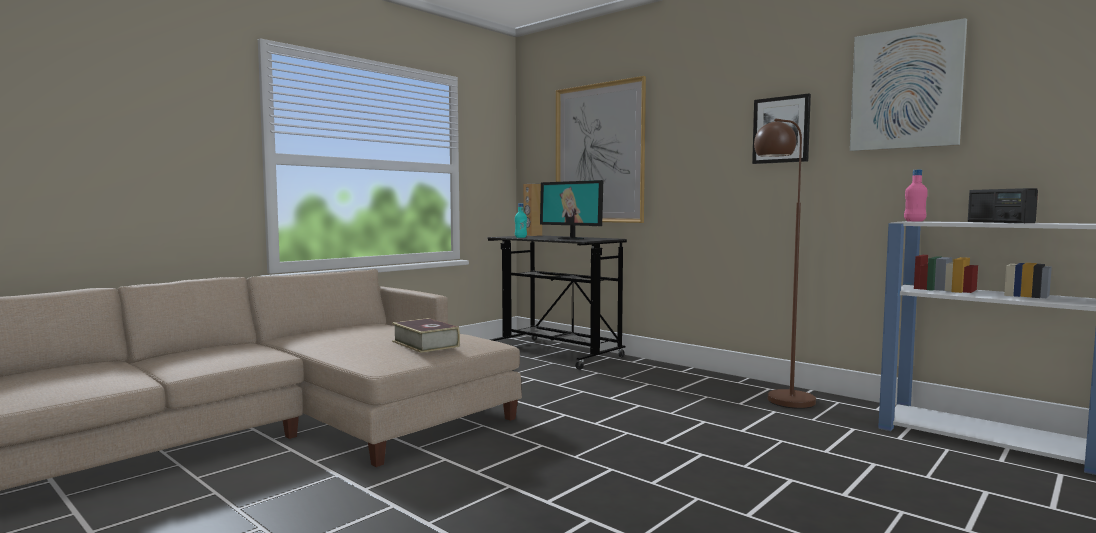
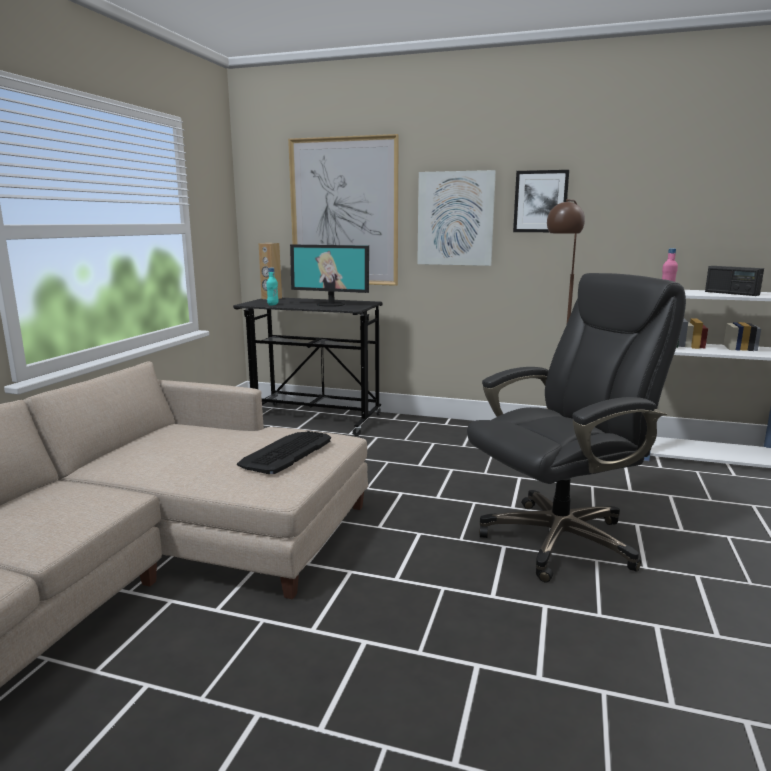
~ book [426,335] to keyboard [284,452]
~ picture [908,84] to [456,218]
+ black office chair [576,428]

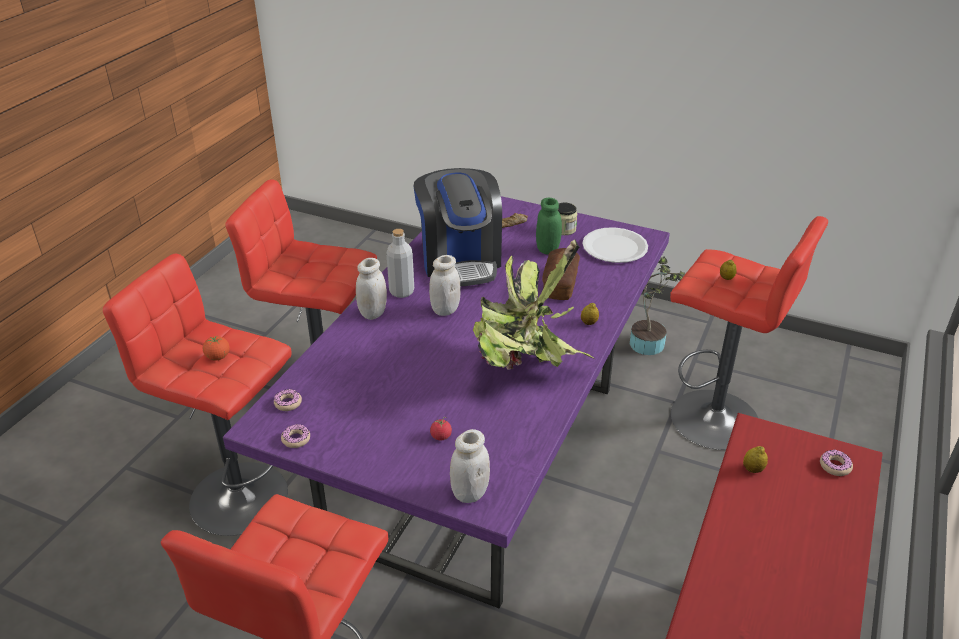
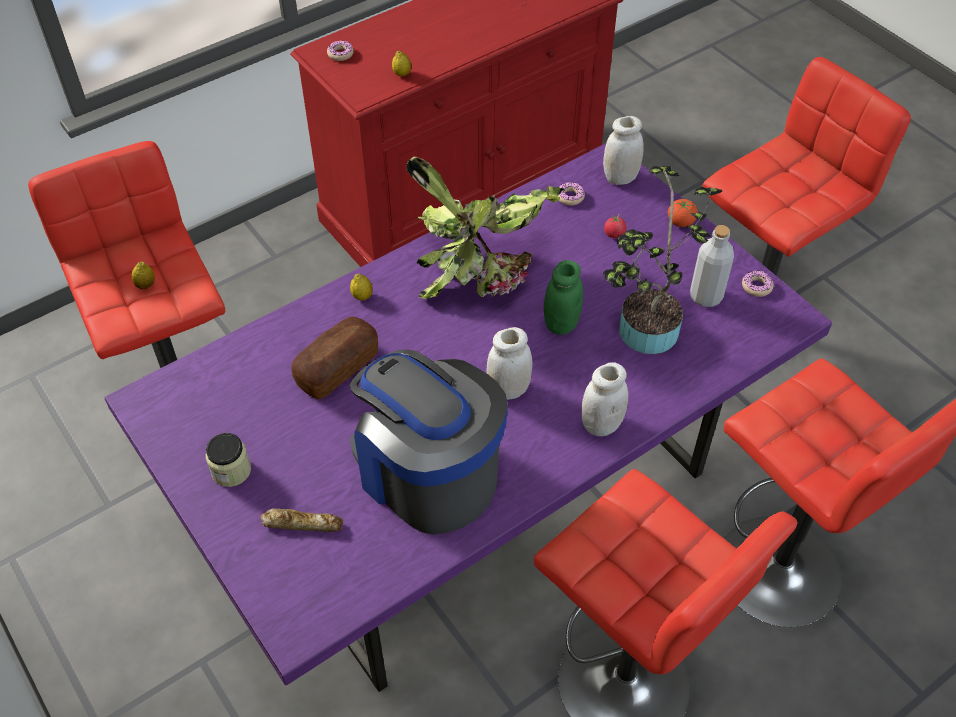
~ tomato [216,348] to [683,213]
~ donut [288,400] to [571,194]
~ grey bottle [400,263] to [712,266]
~ coffee machine [457,227] = [428,442] 60 degrees counterclockwise
~ green jar [549,226] to [563,297]
- white plate [615,245]
~ potted plant [657,306] to [662,260]

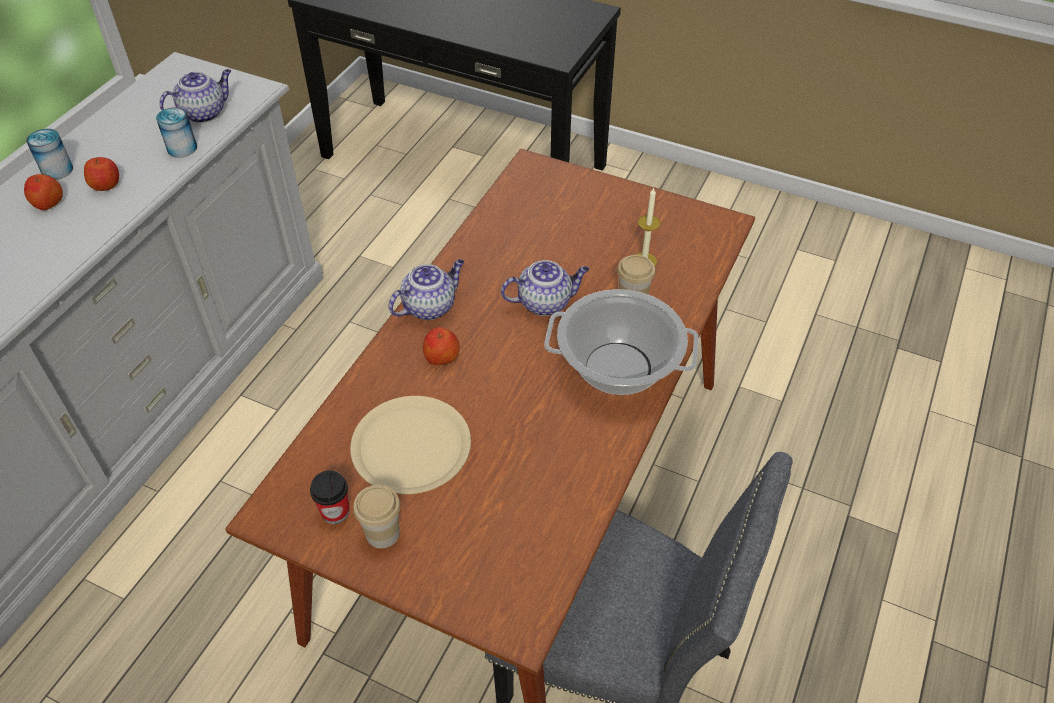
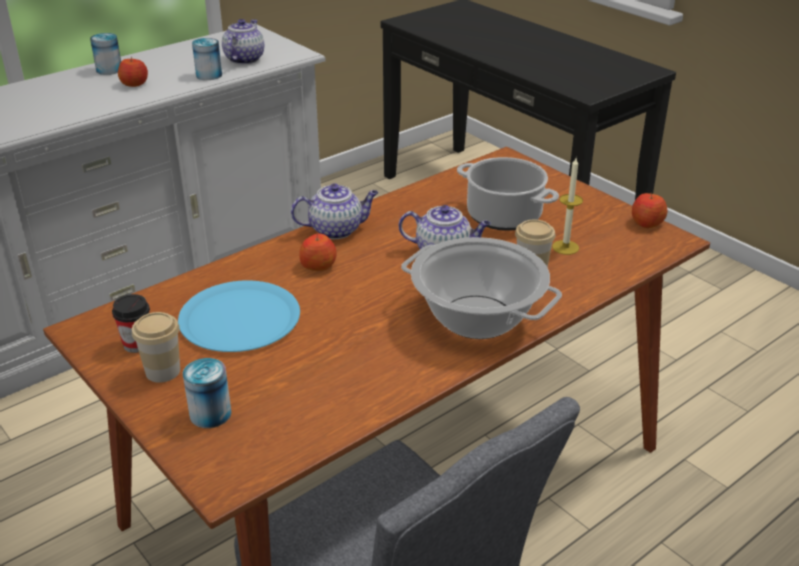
~ apple [43,192] to [649,210]
~ teapot [195,96] = [243,42] 60 degrees counterclockwise
~ beige plate [410,445] to blue plate [239,316]
+ can [207,393]
+ cooking pot [508,194]

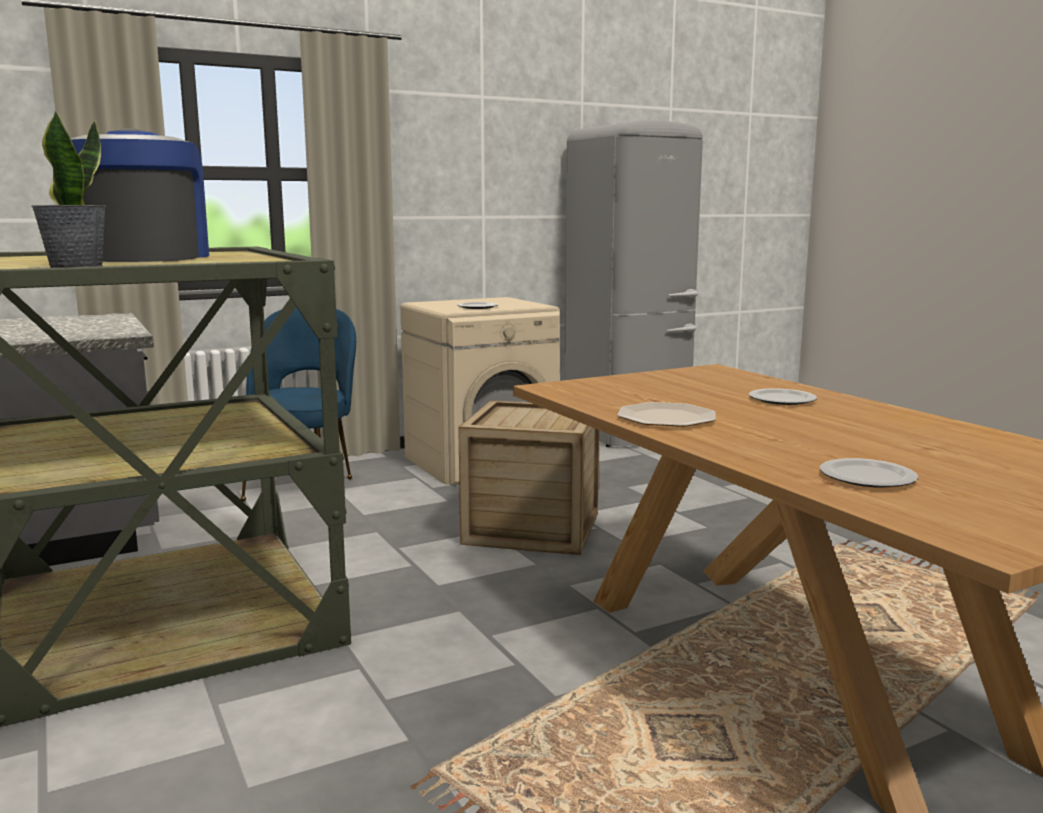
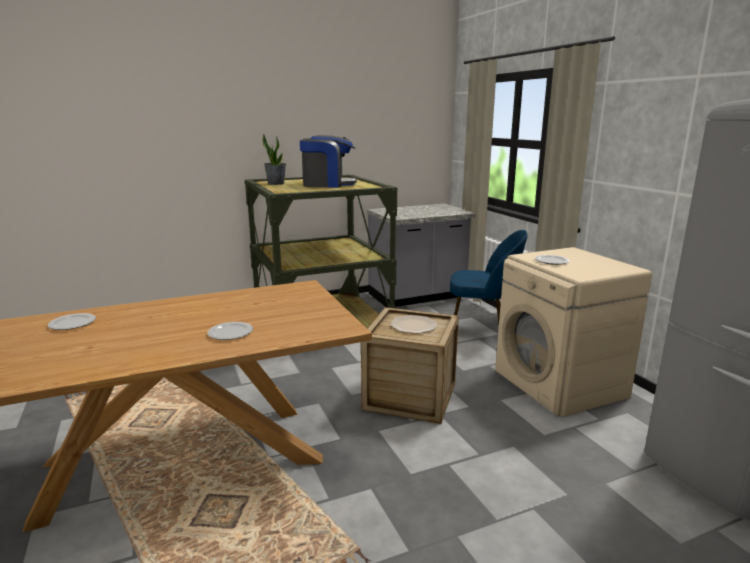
~ plate [667,414] to [413,324]

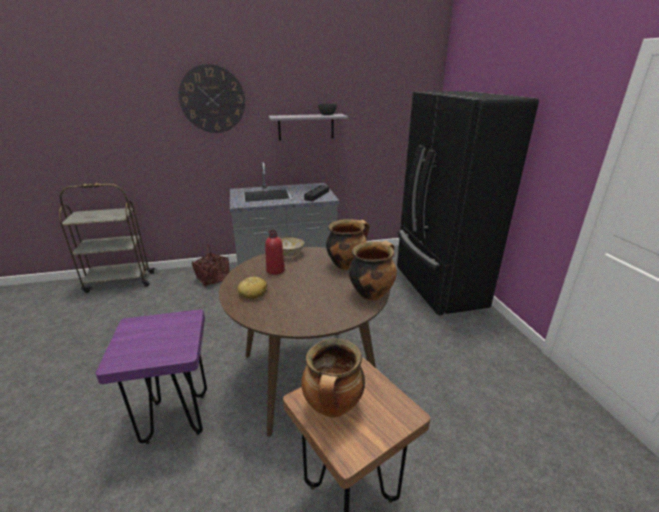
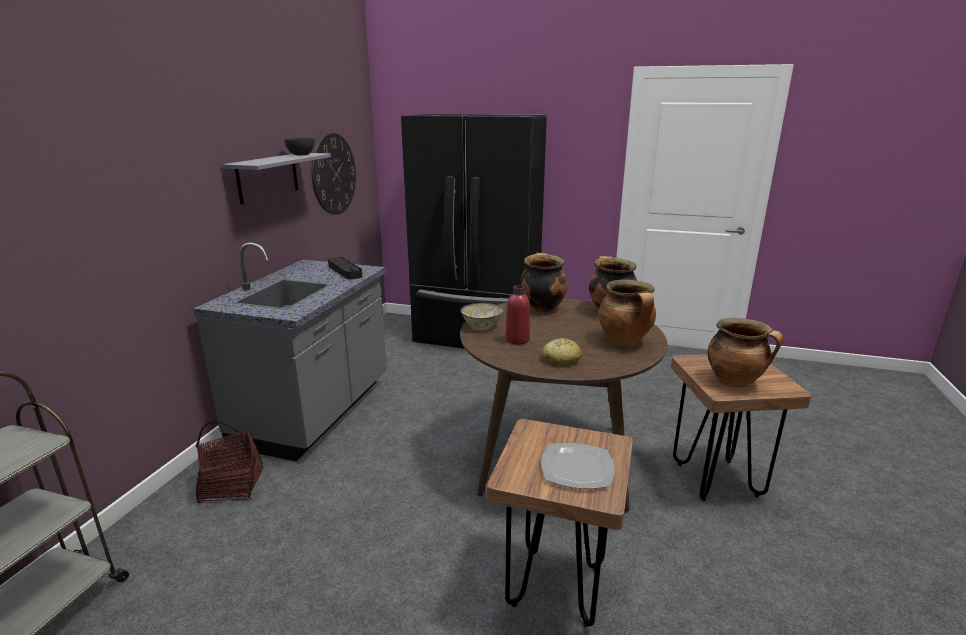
~ purple stool [151,376] to brown stool [560,523]
~ wall clock [212,98] to [333,174]
+ plate [578,466]
+ cooking pot [627,312]

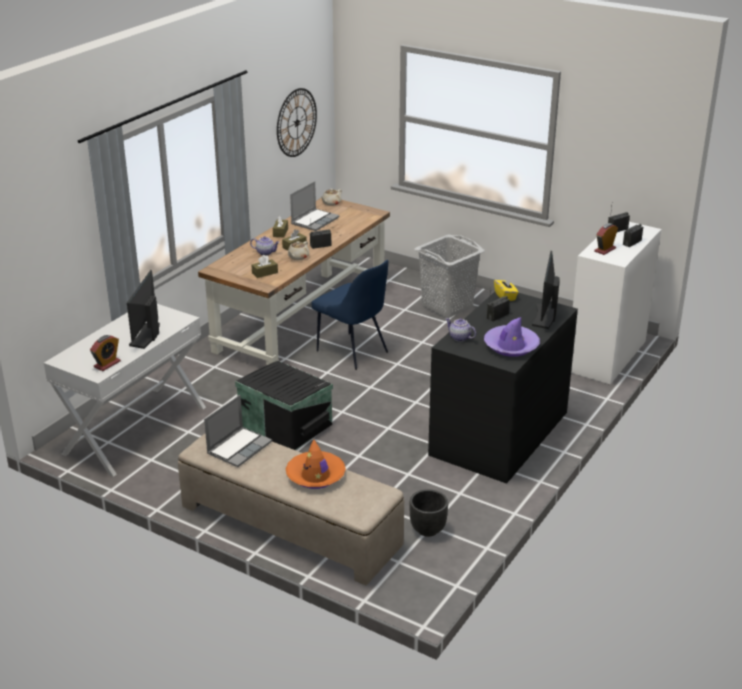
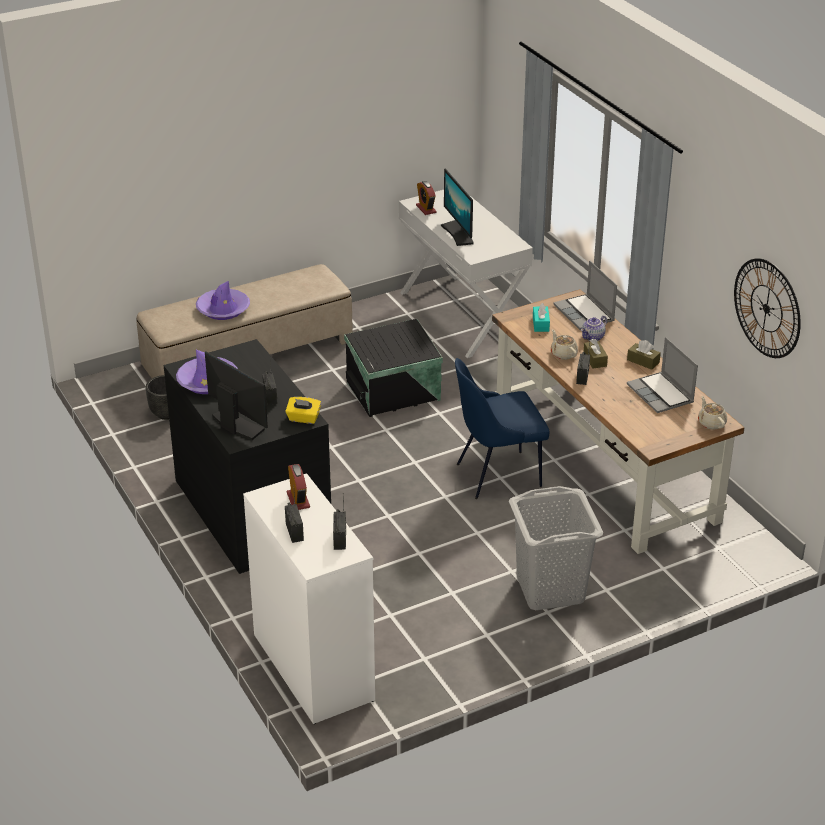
~ monitor [143,309] = [457,207] 150 degrees counterclockwise
~ laptop [238,431] to [585,295]
~ brown tissue box [265,266] to turquoise tissue box [541,317]
~ orange hat [316,464] to purple hat [223,300]
- teapot [460,330]

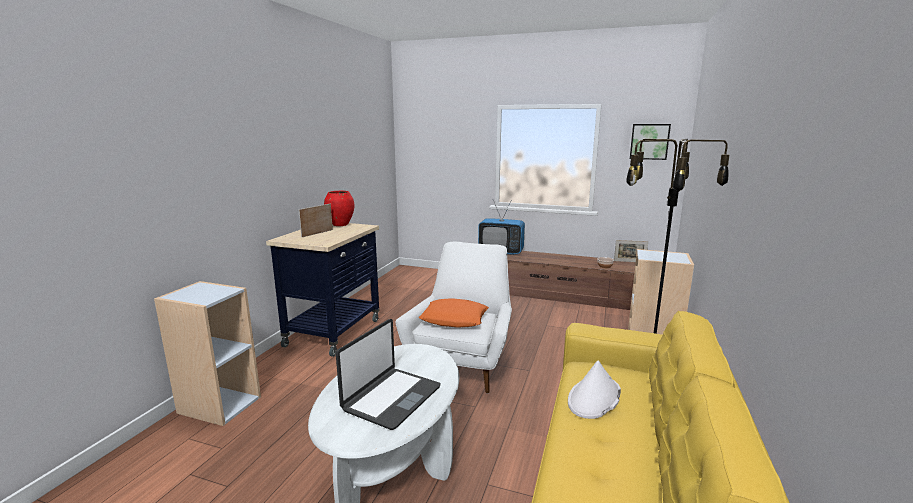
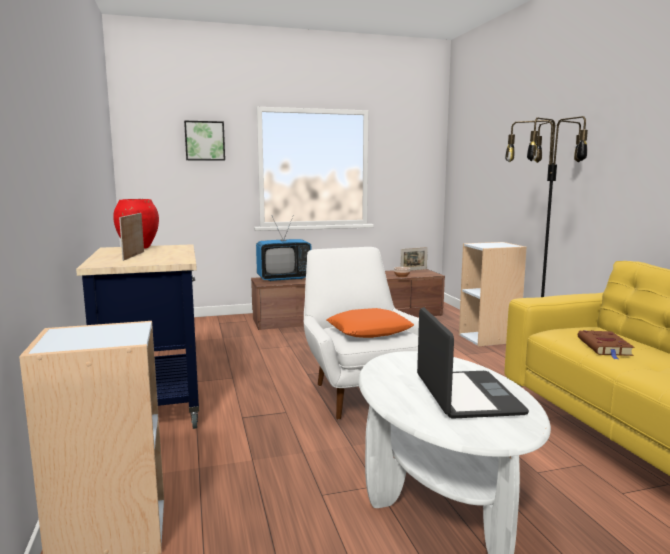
~ white hat [594,389] to brown book [606,344]
~ picture [650,142] to [204,141]

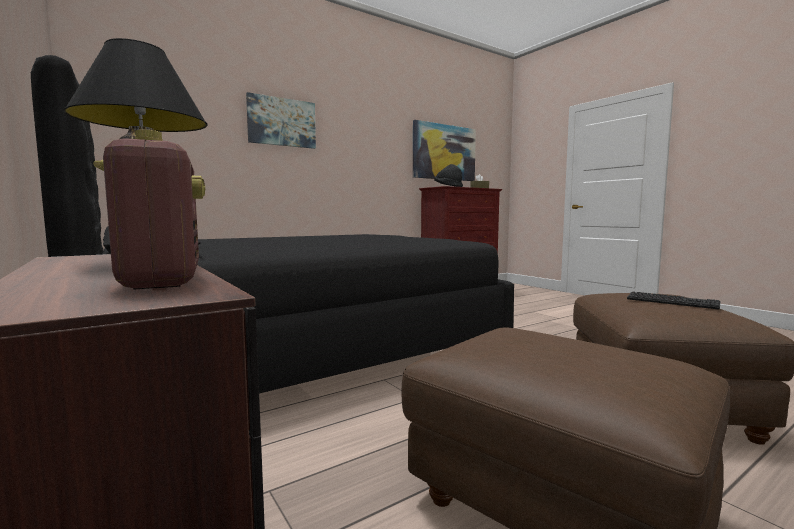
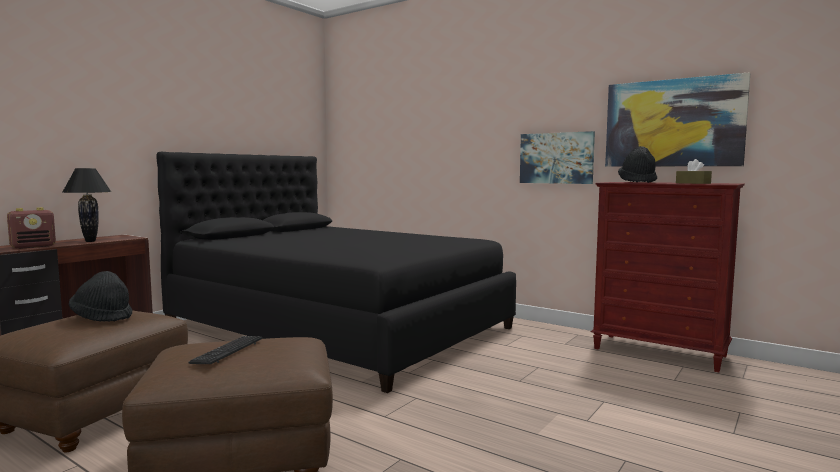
~ picture [281,120] to [557,157]
+ black hat [101,296]

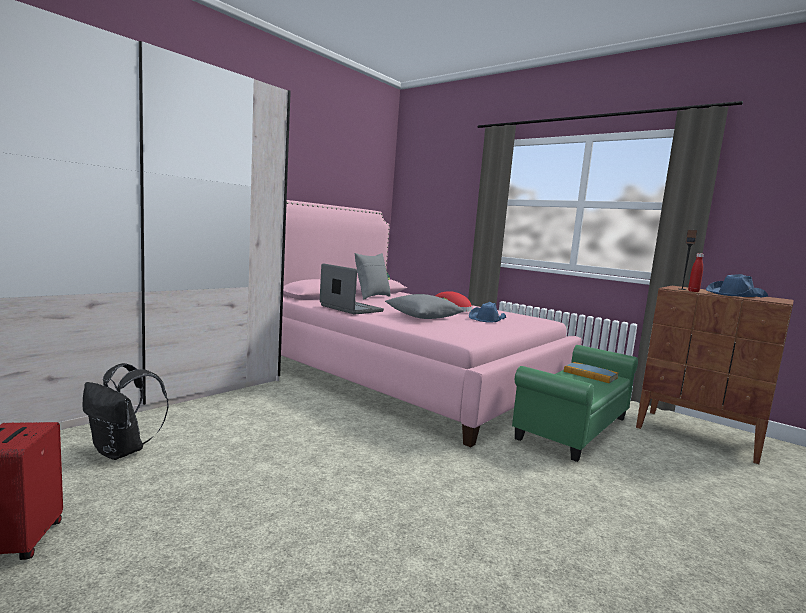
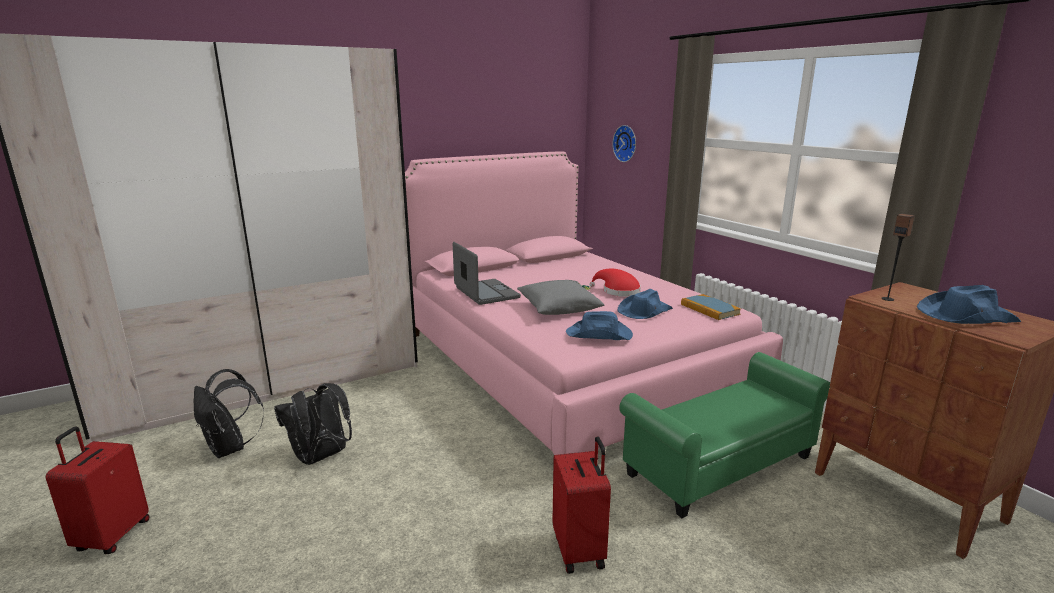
- grey pillow [373,276]
~ book [591,372] to [711,307]
- red bottle [696,272]
+ black backpack [313,424]
+ red suitcase [581,505]
+ blue hat [599,325]
+ wall clock [624,143]

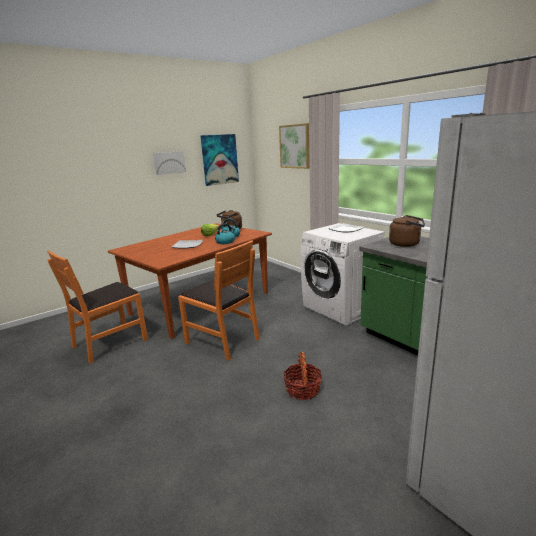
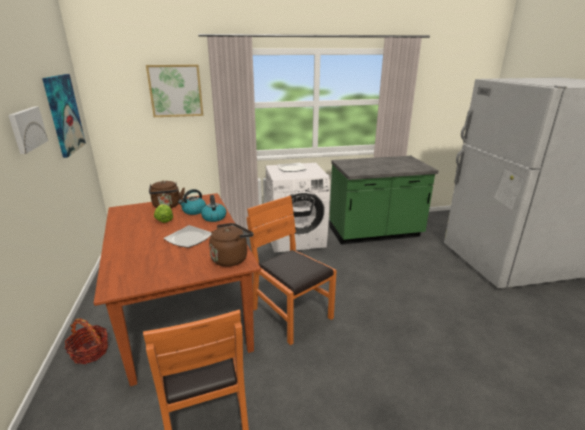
~ orange chair [219,300] = [292,270] 105 degrees counterclockwise
~ basket [302,376] to [87,341]
~ brown kettle [407,231] to [231,245]

